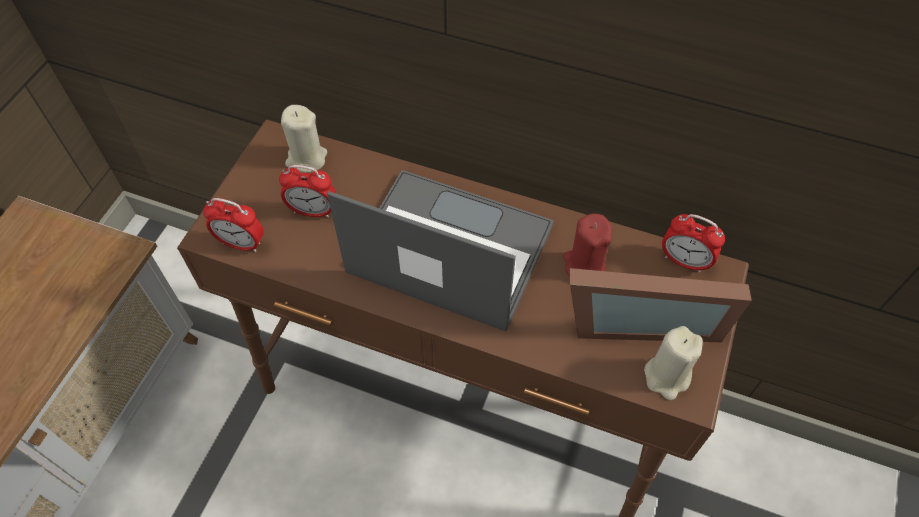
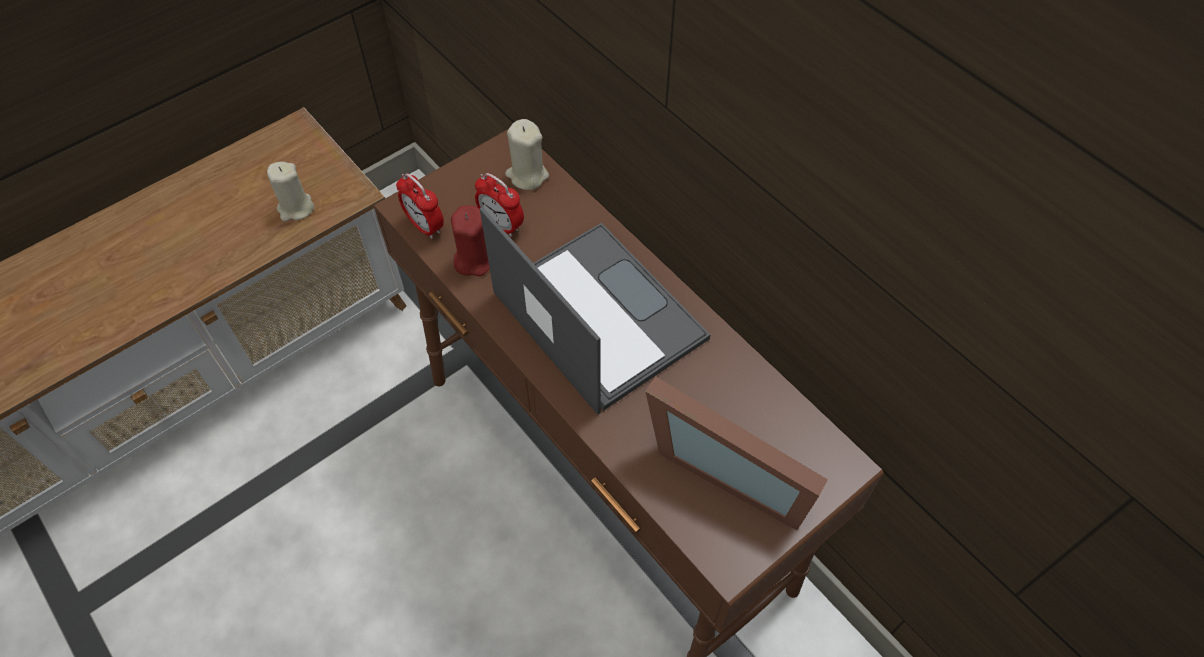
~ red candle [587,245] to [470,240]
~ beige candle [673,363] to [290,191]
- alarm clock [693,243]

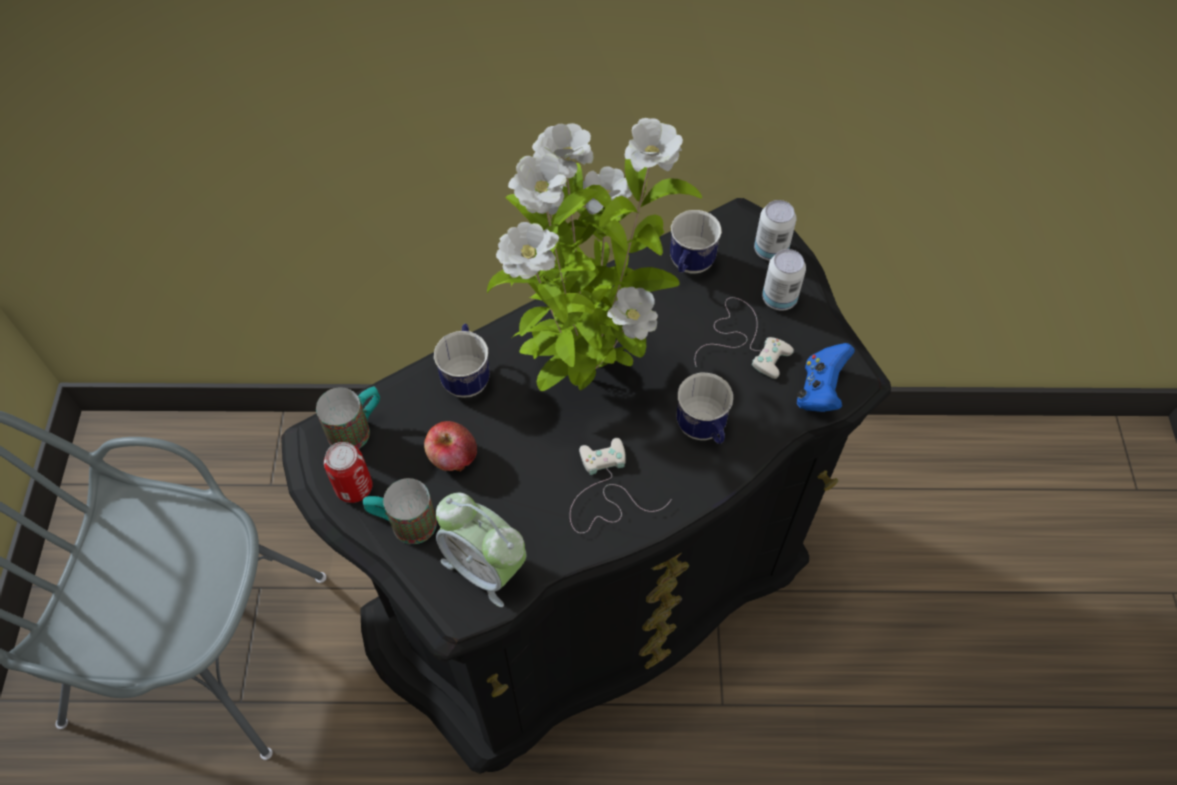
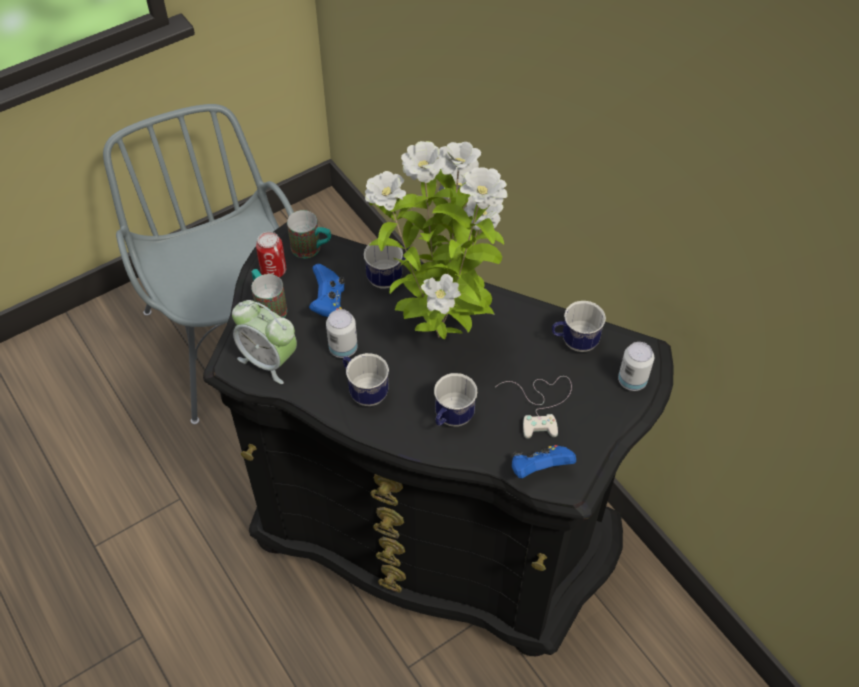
~ apple [450,446] to blue game controller [327,290]
~ alarm clock [481,550] = [264,342] 60 degrees counterclockwise
~ white game controller [621,485] to mug [366,379]
~ can [784,280] to [342,333]

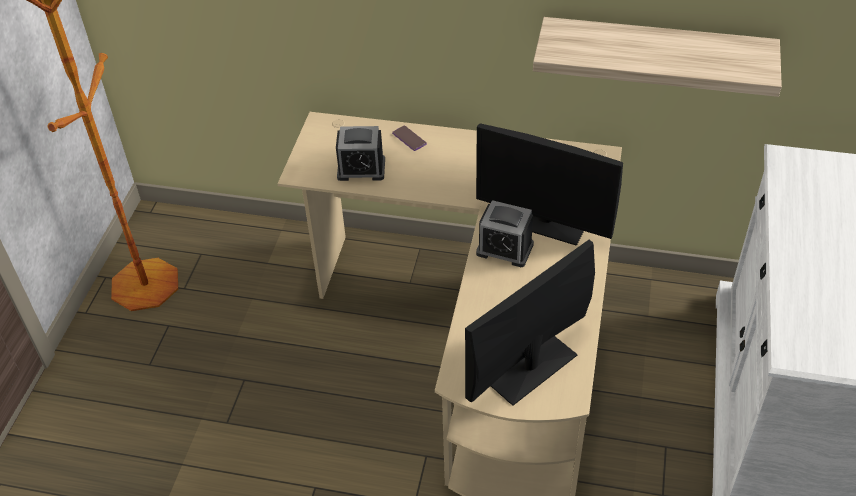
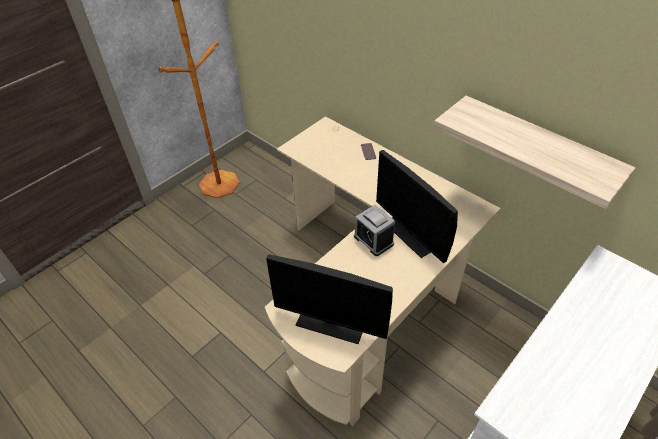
- alarm clock [360,153]
~ monitor [530,323] = [329,299] 150 degrees counterclockwise

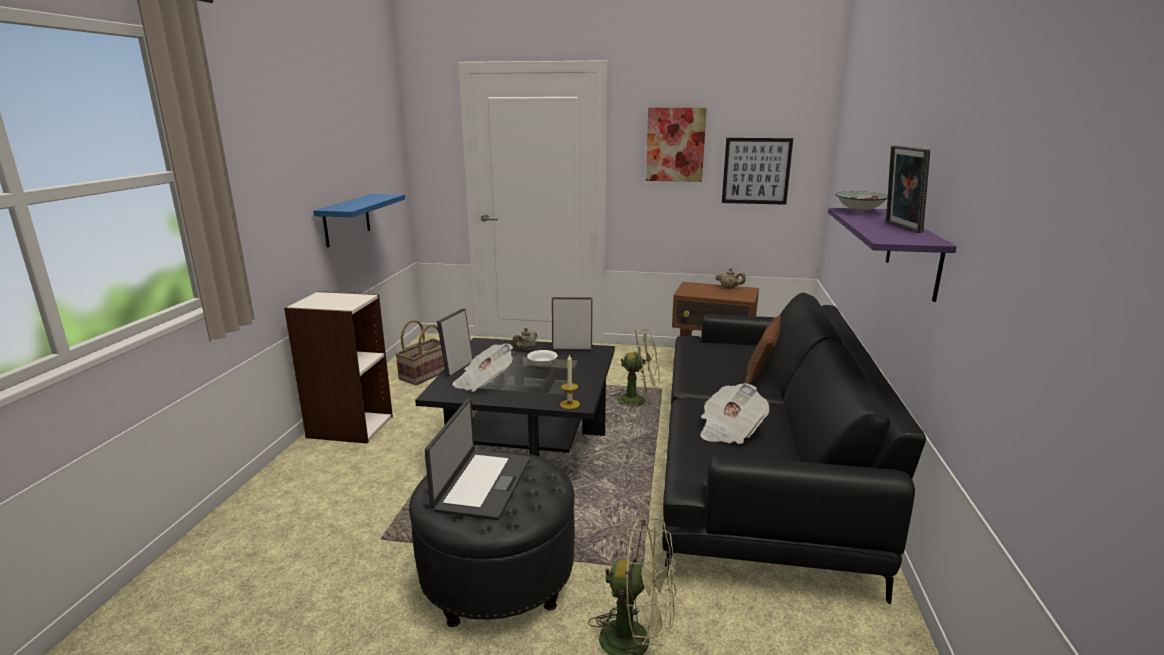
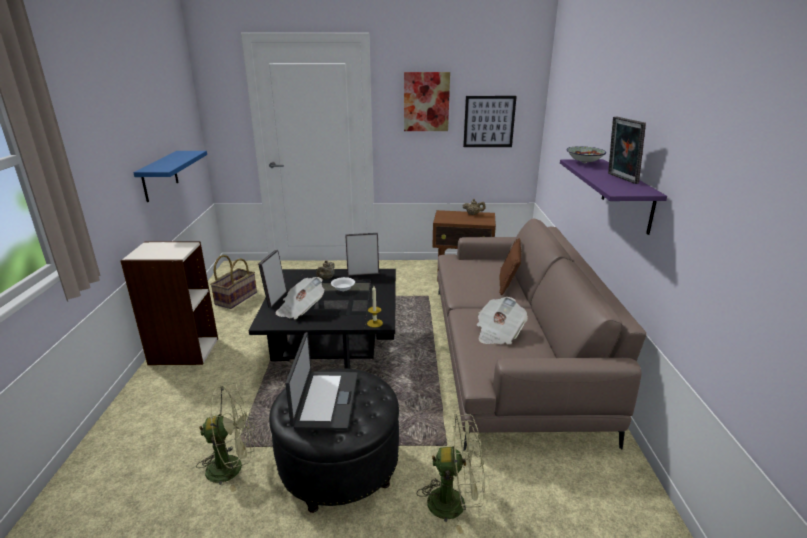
~ green fan [636,368] to [225,437]
~ black sofa [794,448] to beige sofa [541,334]

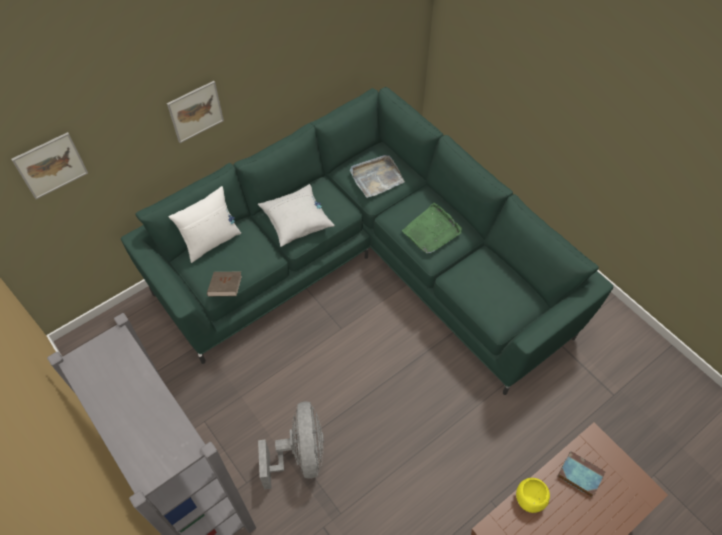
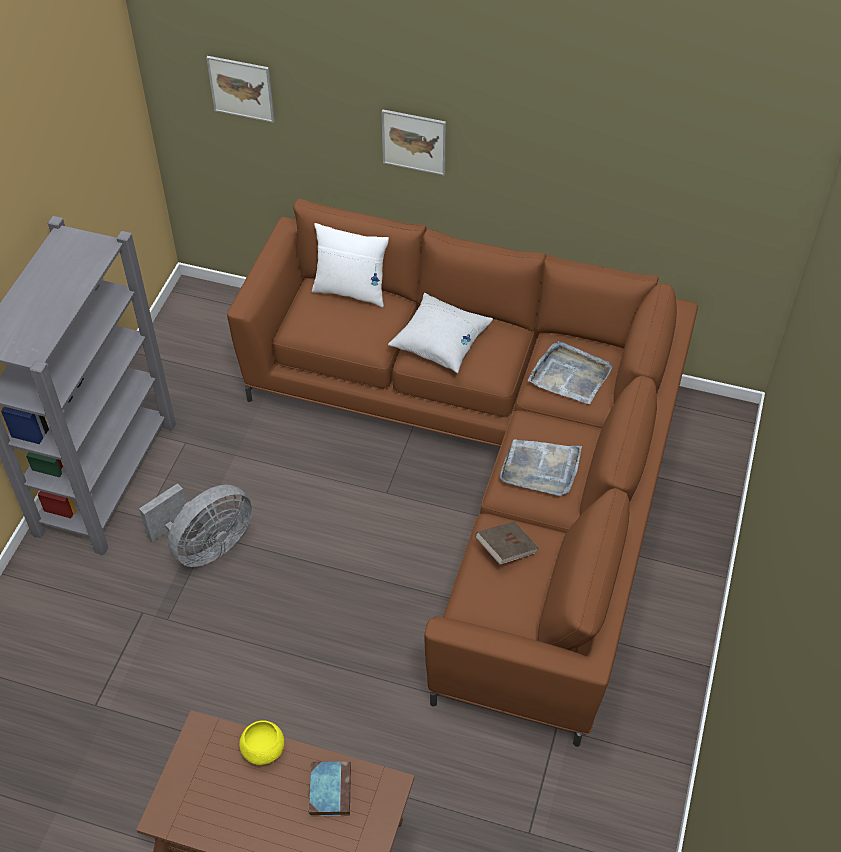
~ green sofa [367,241] to brown sofa [462,473]
~ brown book [224,284] to [507,543]
~ green tray [432,228] to grey tray [541,467]

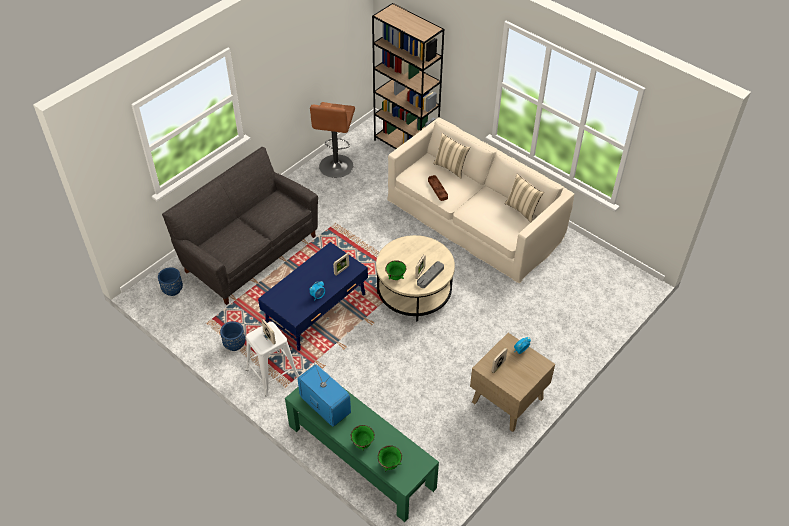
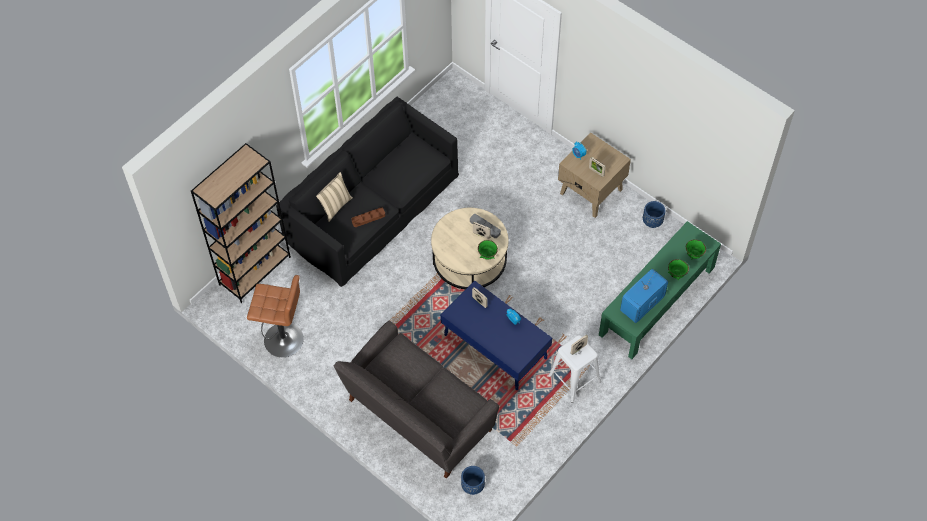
~ blue planter [232,336] to [654,214]
~ beige sofa [480,200] to black sofa [367,192]
- beige pillow [524,197]

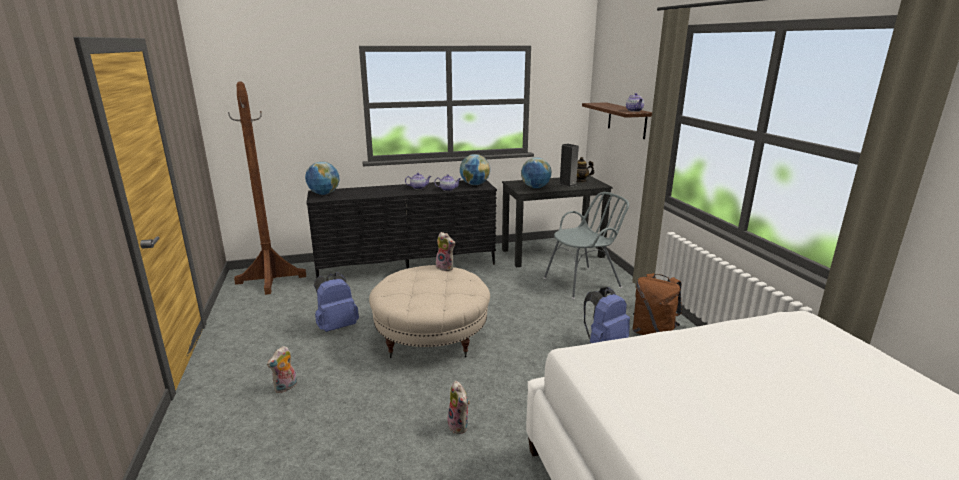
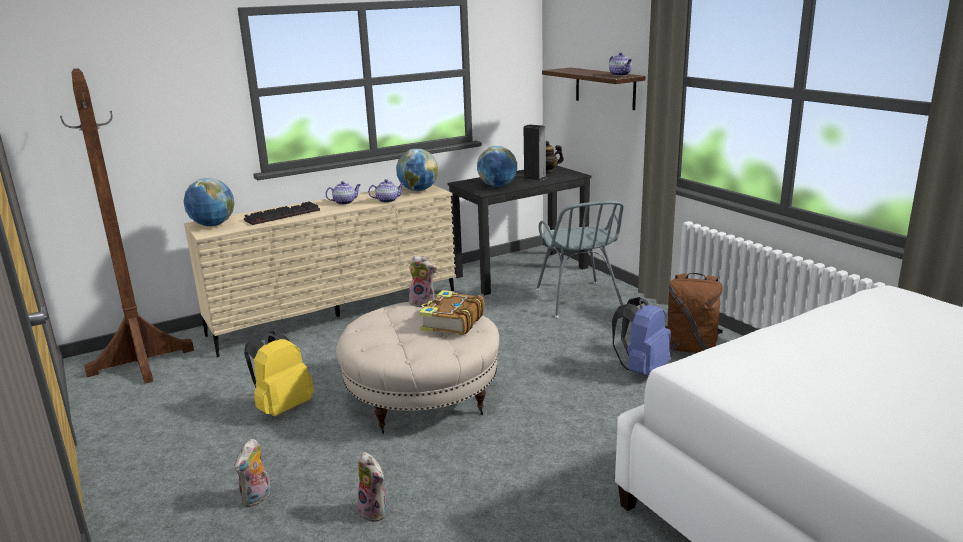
~ black dresser [401,229] to beige dresser [320,271]
~ blue backpack [336,302] to yellow backpack [279,374]
~ plush toy [458,407] to [371,487]
~ grey chair [586,245] = [580,259] 120 degrees clockwise
+ keyboard [282,213]
+ book [451,312]

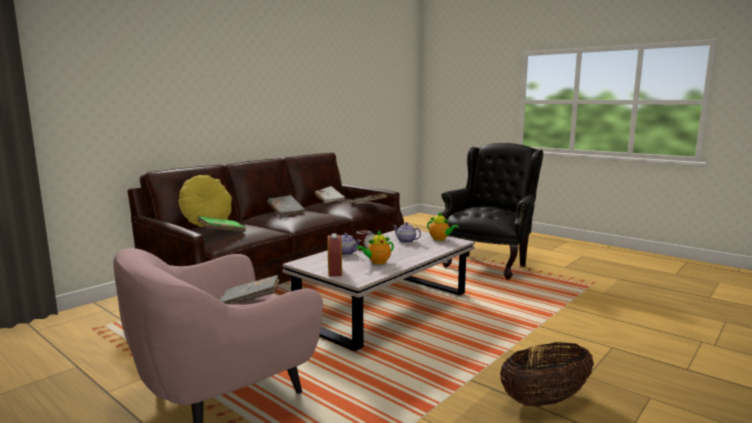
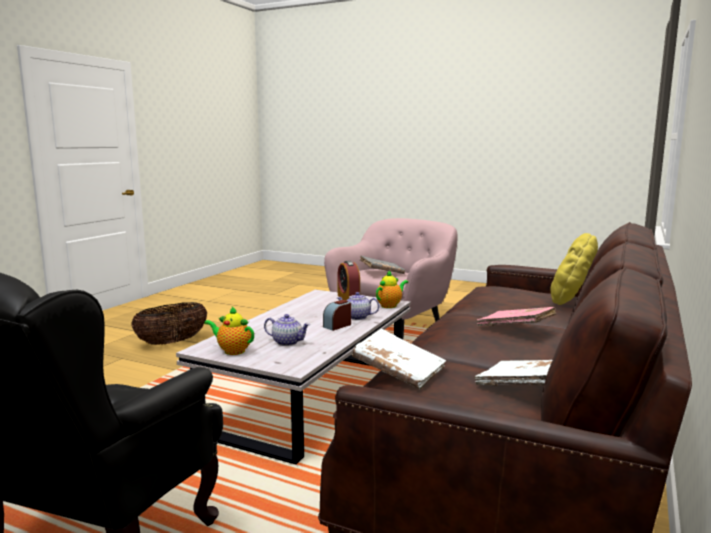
- green book [221,224]
~ grey book [286,206] to pink book [516,316]
~ teapot [375,247] to [392,289]

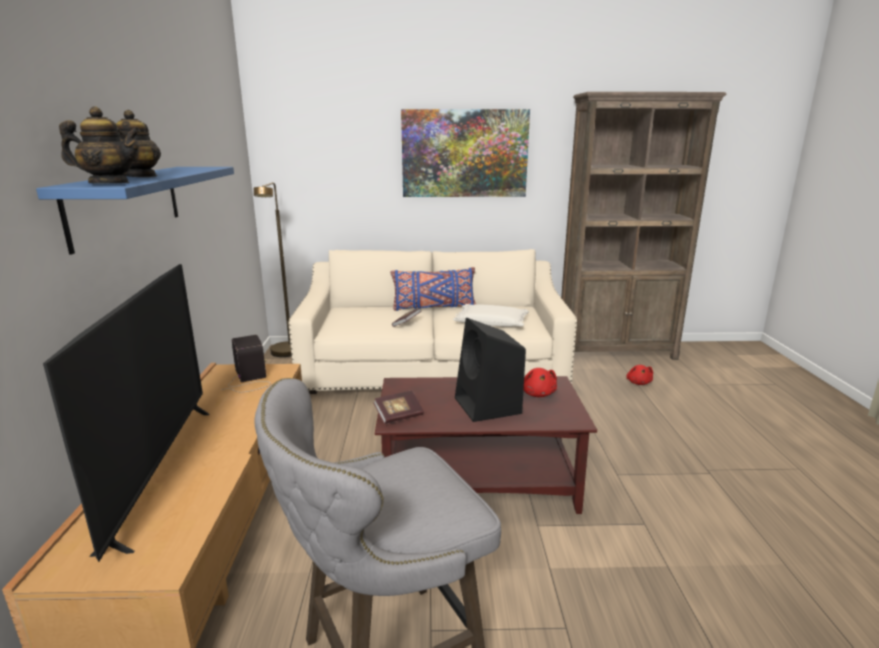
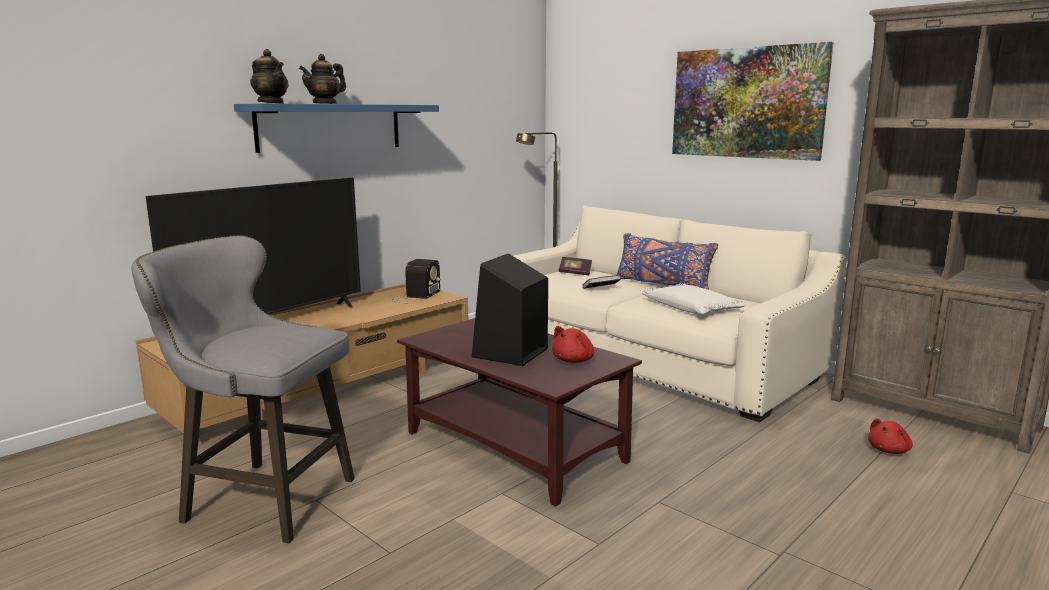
~ book [398,407] to [575,266]

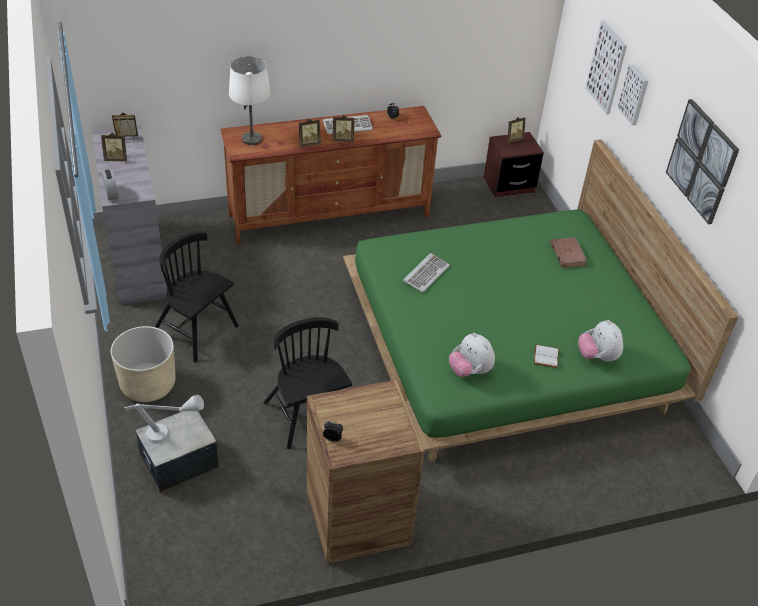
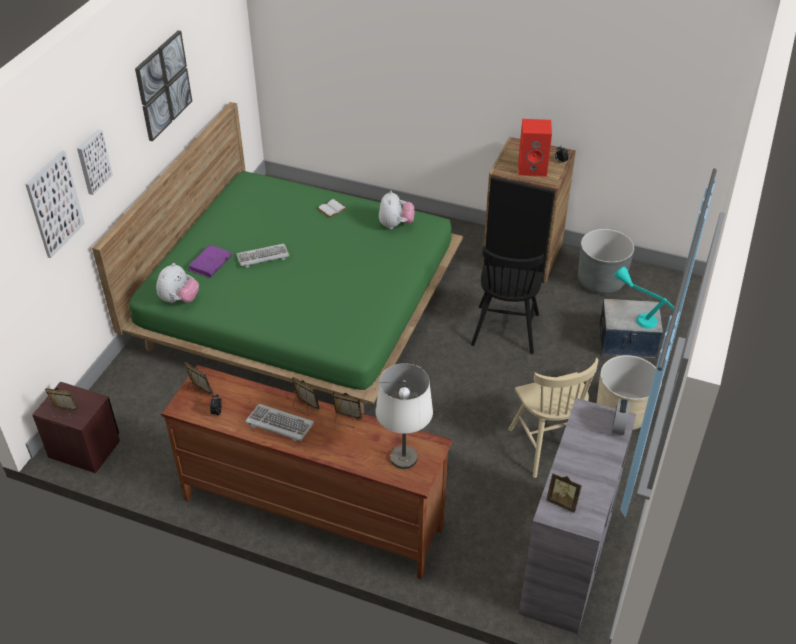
~ picture frame [114,147] to [198,381]
~ grey table lamp [164,419] to turquoise table lamp [644,297]
~ black chair [197,296] to beige chair [553,417]
~ keyboard [426,273] to [263,256]
~ brown book [569,253] to purple book [210,261]
~ plush toy [600,341] to [177,283]
+ red speaker [535,148]
+ grey planter [606,261]

